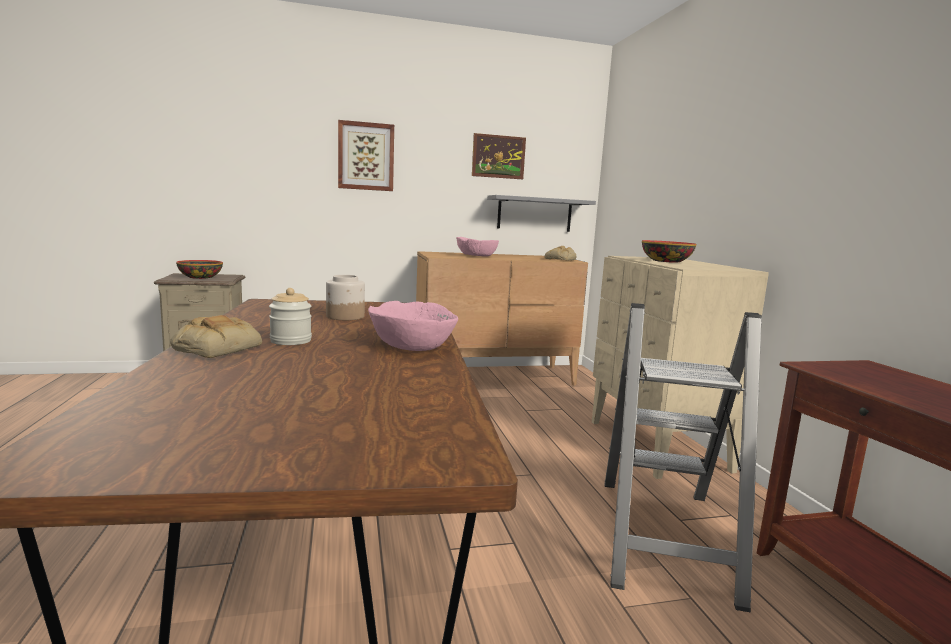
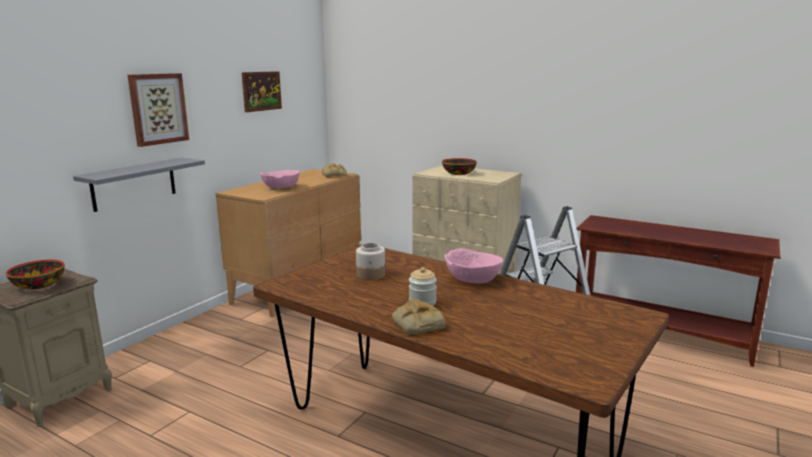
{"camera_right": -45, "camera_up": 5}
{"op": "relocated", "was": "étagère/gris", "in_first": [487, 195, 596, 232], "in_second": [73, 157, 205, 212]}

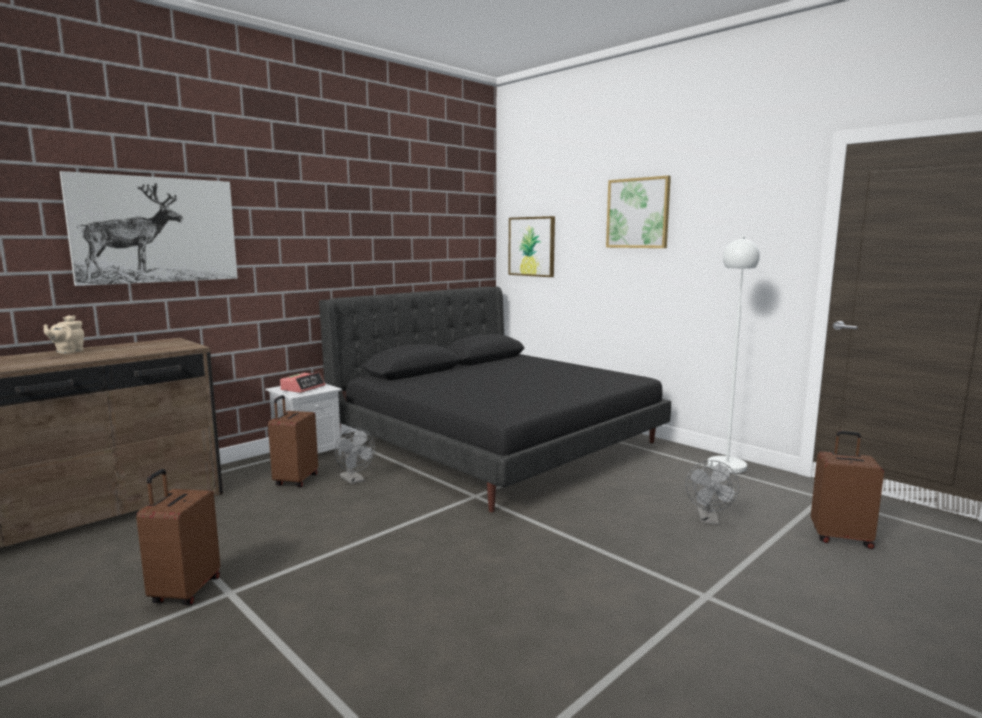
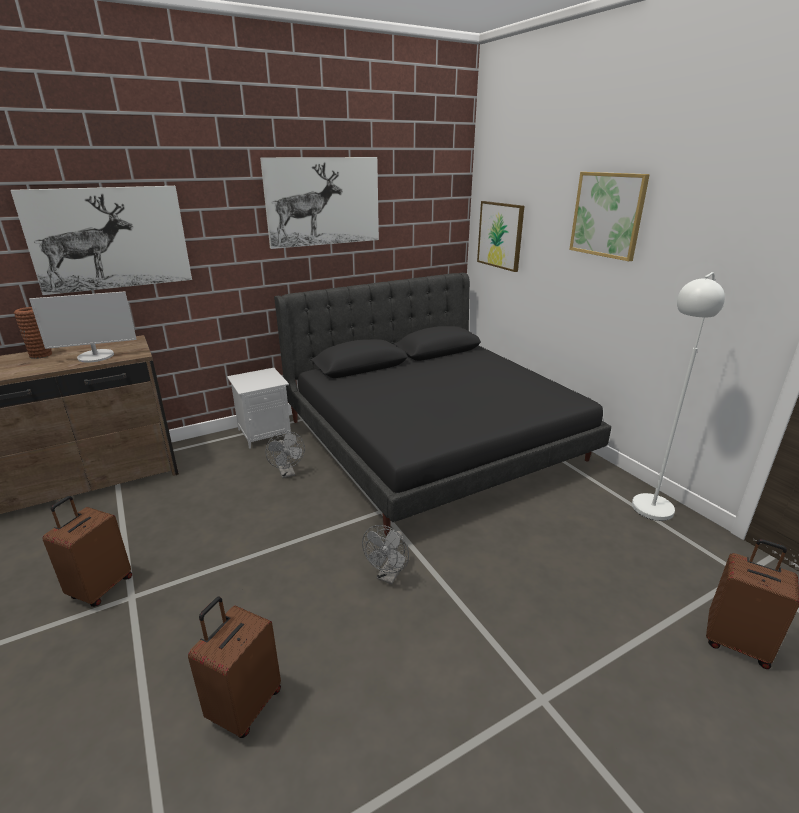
{"camera_right": 15, "camera_up": 15}
{"op": "exchanged", "was": "théière/beige", "now": "vase/marron", "in_first": [43, 315, 84, 354], "in_second": [14, 307, 52, 359]}
{"op": "missing", "was": "réveil", "in_first": [280, 372, 325, 393]}
{"op": "relocated", "was": "valise/marron", "in_first": [268, 395, 318, 487], "in_second": [188, 597, 281, 738]}
{"op": "relocated", "was": "ventilateur/gris", "in_first": [686, 460, 739, 525], "in_second": [362, 525, 409, 584]}
{"op": "appeared", "now": "tableau", "in_second": [260, 157, 379, 249]}
{"op": "appeared", "now": "écran d'ordinateur", "in_second": [29, 292, 137, 363]}

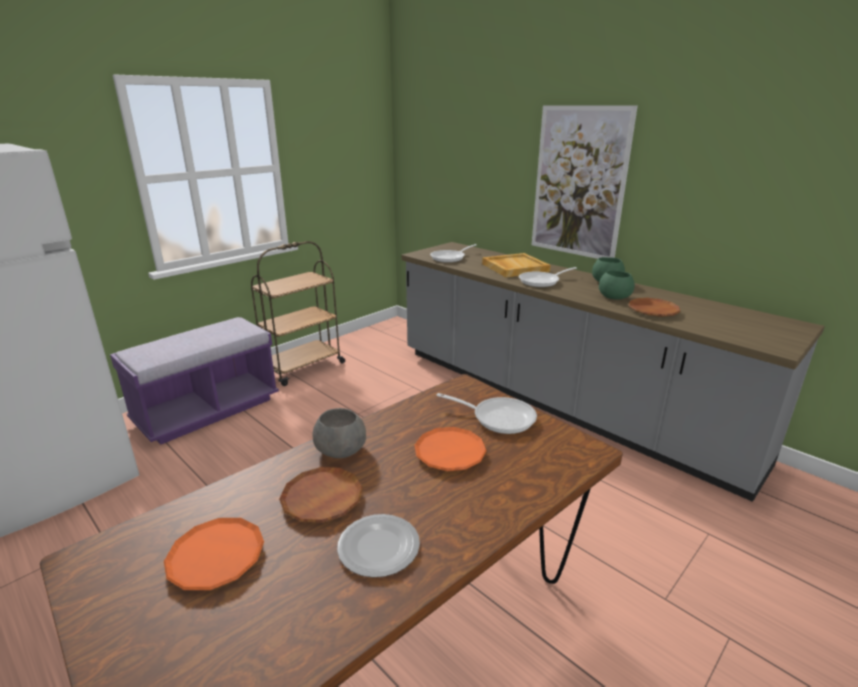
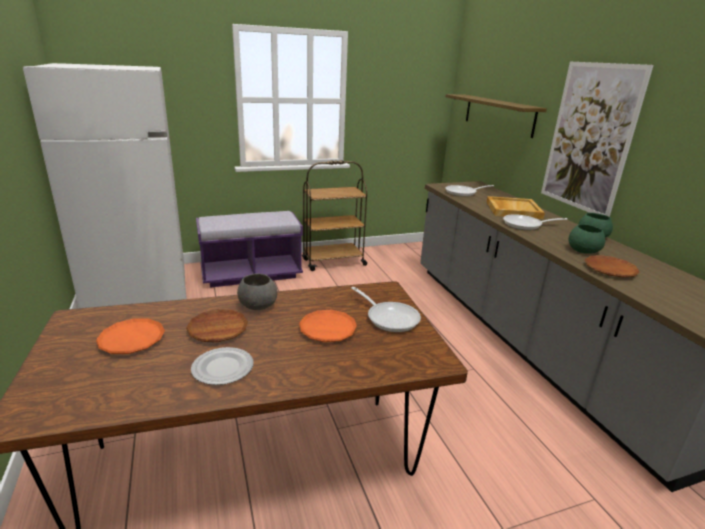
{"camera_right": 25, "camera_up": 0}
{"op": "appeared", "now": "étagère", "in_second": [446, 94, 547, 138]}

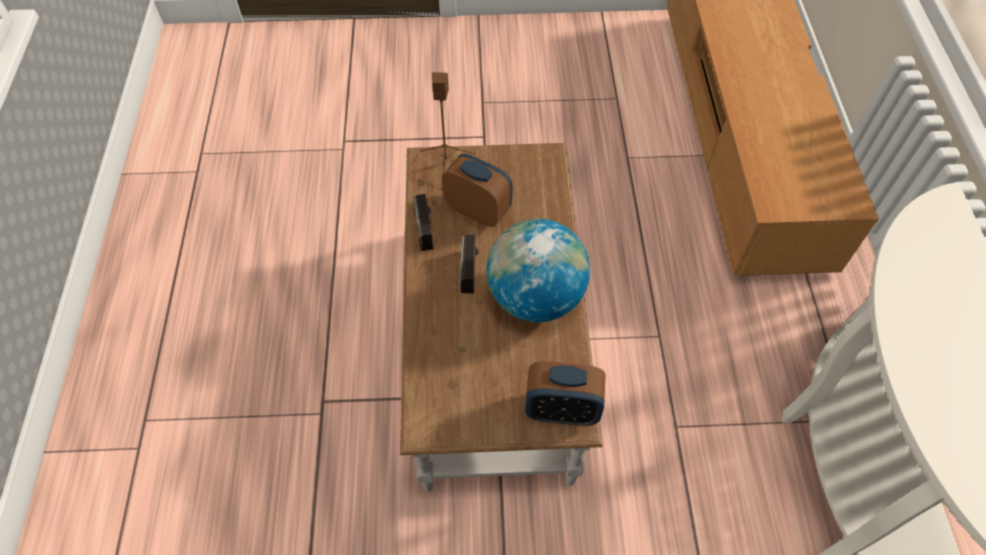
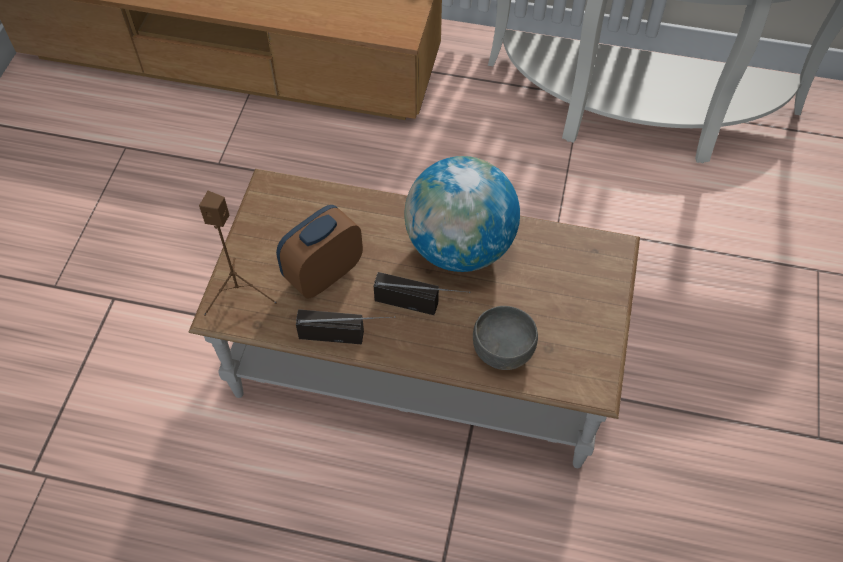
{"camera_right": -75, "camera_up": 0}
{"op": "missing", "was": "réveil", "in_first": [525, 361, 606, 426]}
{"op": "appeared", "now": "bol/gris", "in_second": [473, 306, 538, 370]}

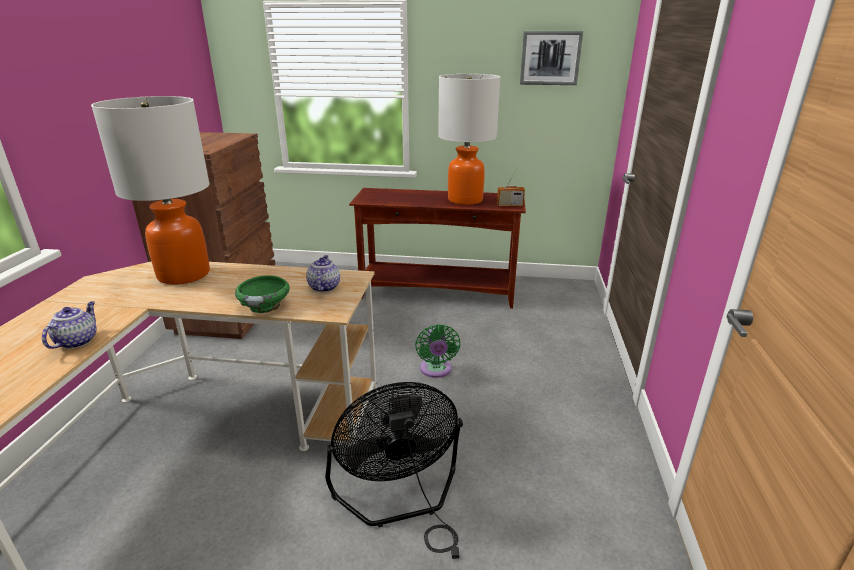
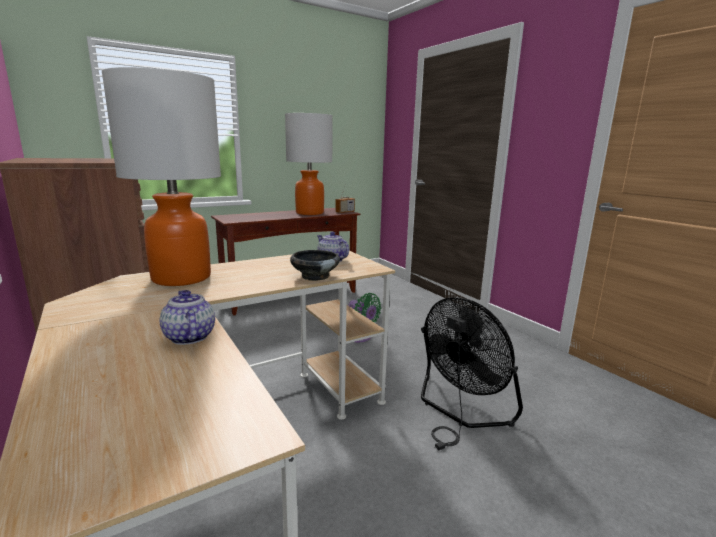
{"camera_right": -40, "camera_up": -10}
{"op": "missing", "was": "tableau", "in_first": [520, 31, 583, 85]}
{"op": "colour", "was": "bol/vert", "now": "bol/noir", "in_first": [235, 275, 290, 313], "in_second": [290, 250, 340, 281]}
{"op": "spun", "was": "ventilateur/noir", "in_first": [325, 382, 463, 559], "in_second": [421, 297, 523, 450], "clockwise": 105}

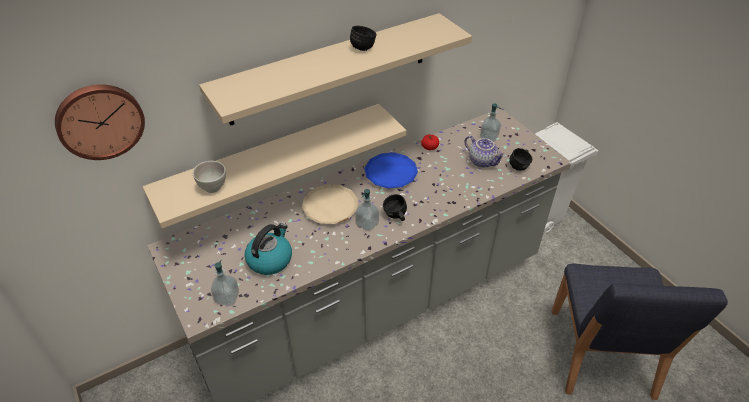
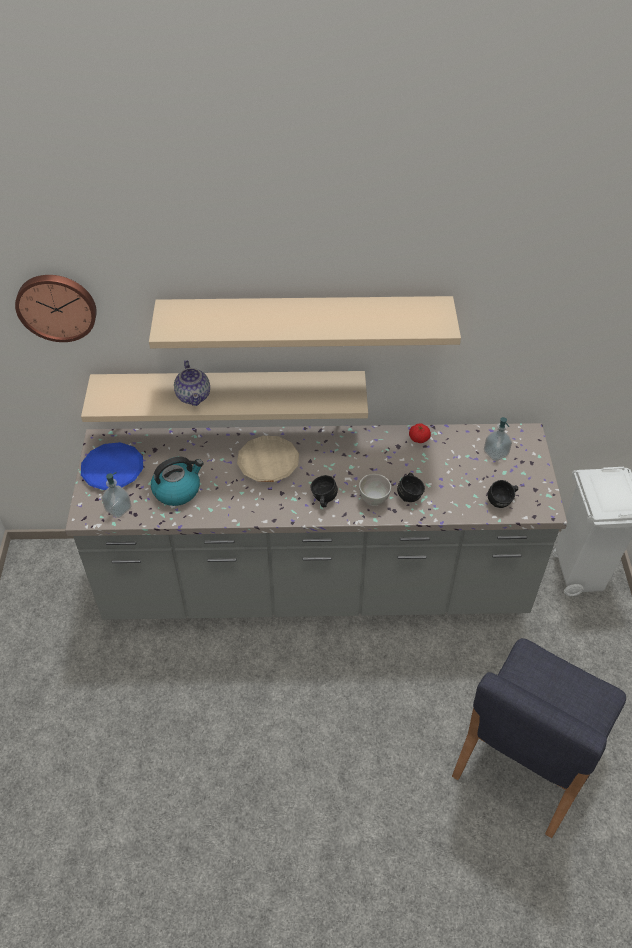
{"camera_right": 30, "camera_up": 5}
{"op": "relocated", "was": "mug/noir", "in_first": [350, 26, 377, 51], "in_second": [397, 473, 425, 502]}
{"op": "relocated", "was": "théière", "in_first": [464, 136, 505, 168], "in_second": [174, 360, 210, 406]}
{"op": "relocated", "was": "assiette/bleu", "in_first": [365, 152, 418, 189], "in_second": [81, 442, 143, 490]}
{"op": "relocated", "was": "bol/blanc", "in_first": [193, 161, 226, 193], "in_second": [359, 474, 391, 506]}
{"op": "missing", "was": "distributeur de savon", "in_first": [355, 189, 379, 231]}

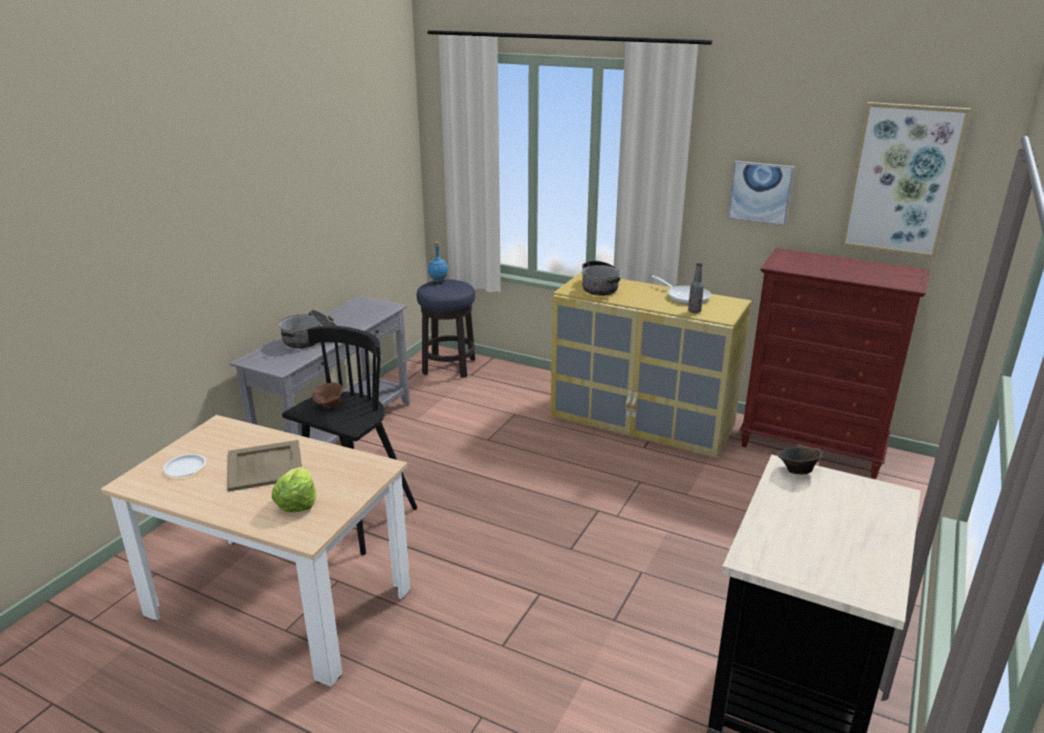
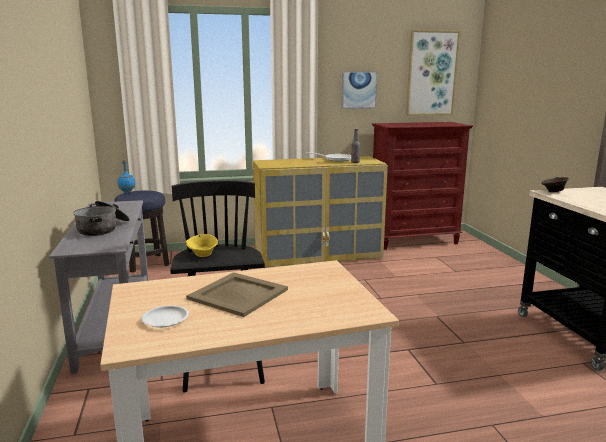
{"camera_right": -40, "camera_up": -10}
{"op": "missing", "was": "marmite", "in_first": [582, 261, 620, 296]}
{"op": "colour", "was": "bol/marron", "now": "bol/jaune", "in_first": [312, 383, 343, 408], "in_second": [186, 234, 218, 257]}
{"op": "missing", "was": "laitue", "in_first": [272, 467, 317, 512]}

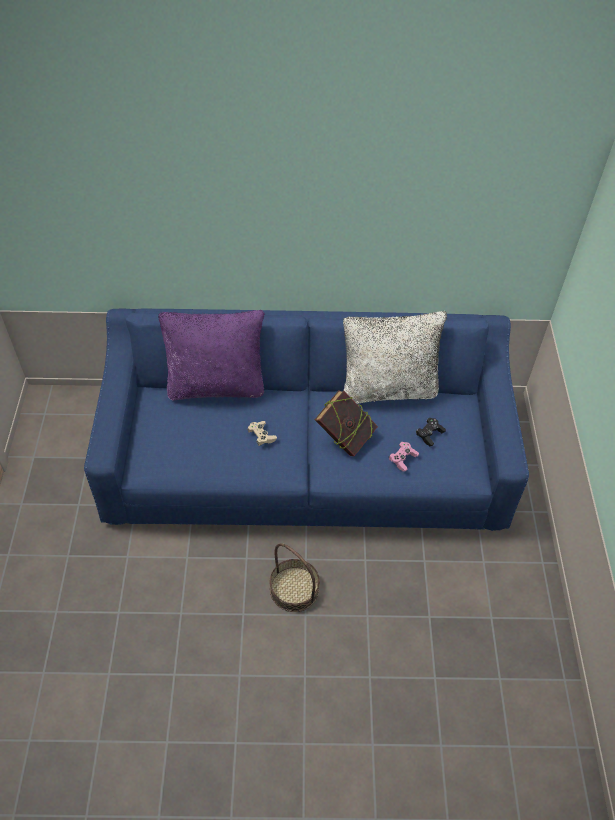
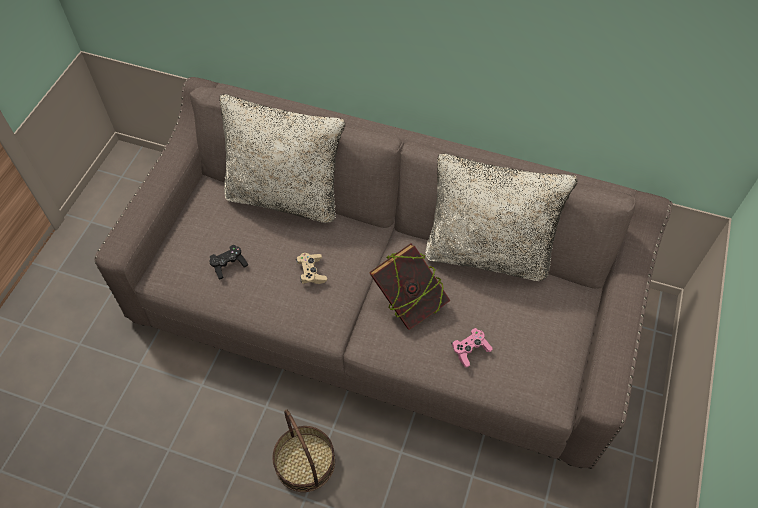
{"camera_right": 20, "camera_up": 5}
{"op": "colour", "was": "canapé/bleu", "now": "canapé/marron", "in_first": [84, 309, 529, 531], "in_second": [95, 77, 672, 469]}
{"op": "colour", "was": "coussin/violet", "now": "coussin/beige", "in_first": [158, 309, 265, 400], "in_second": [219, 94, 346, 223]}
{"op": "relocated", "was": "manette/noir", "in_first": [416, 418, 446, 446], "in_second": [209, 245, 248, 279]}

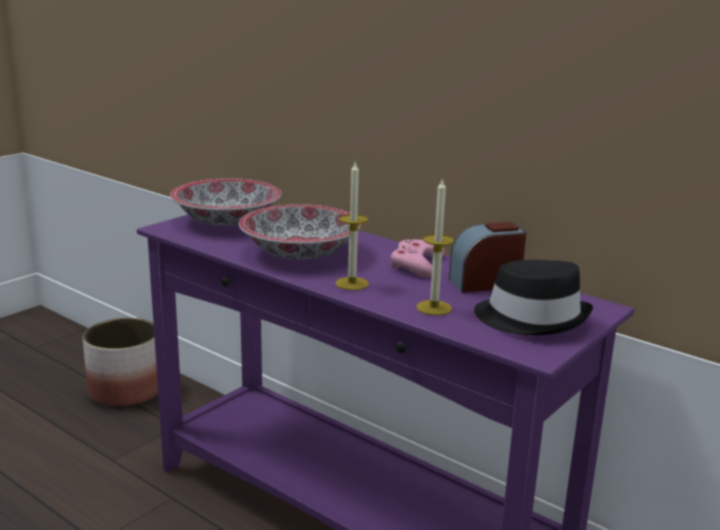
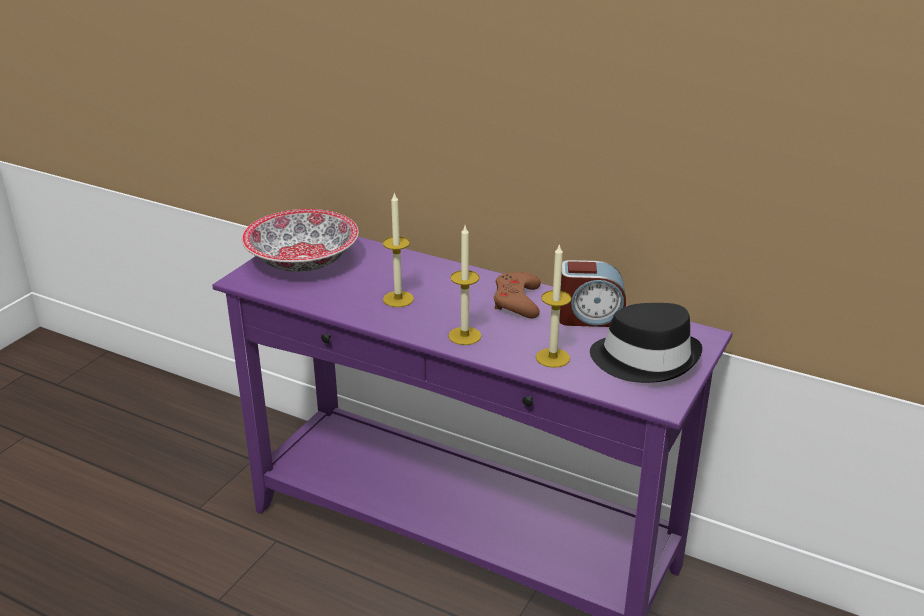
{"camera_right": -10, "camera_up": 10}
{"op": "exchanged", "was": "bol", "now": "bougie", "in_first": [239, 204, 361, 259], "in_second": [383, 192, 414, 307]}
{"op": "spun", "was": "réveil", "in_first": [449, 222, 526, 293], "in_second": [559, 260, 626, 327], "clockwise": -150}
{"op": "colour", "was": "manette/rose", "now": "manette/marron", "in_first": [391, 239, 445, 278], "in_second": [494, 272, 541, 319]}
{"op": "missing", "was": "cache-pot", "in_first": [83, 318, 158, 407]}

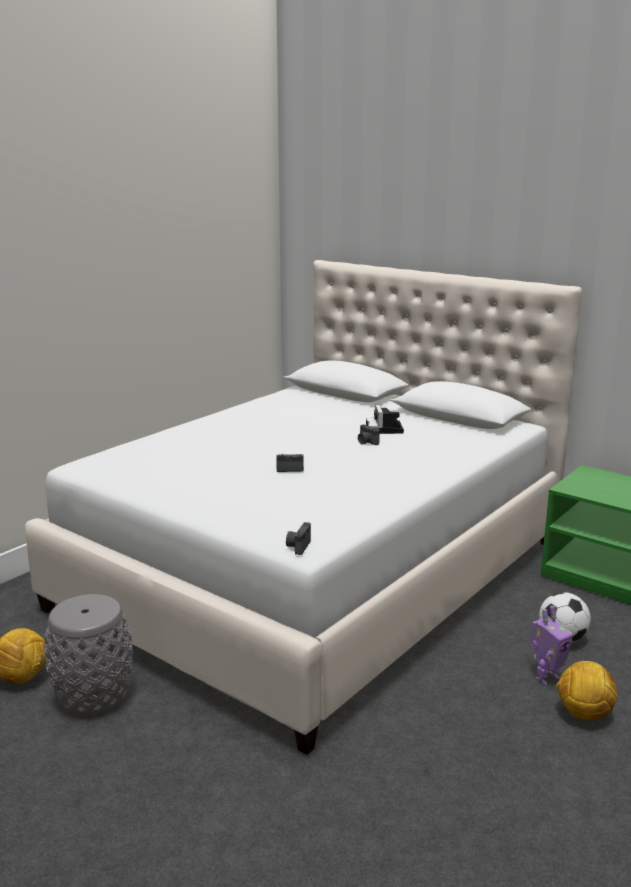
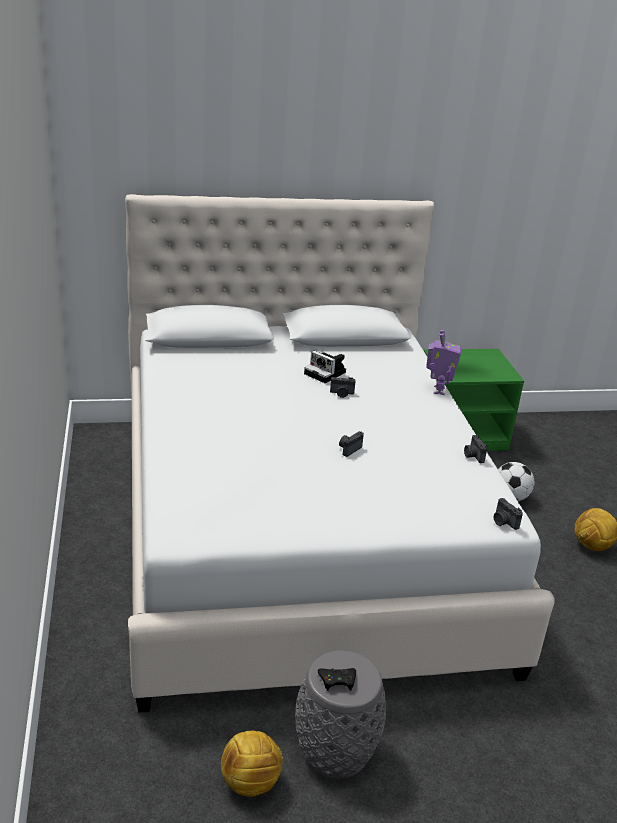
{"camera_right": -50, "camera_up": 10}
{"op": "relocated", "was": "robot jouet", "in_first": [530, 606, 573, 685], "in_second": [426, 330, 461, 395]}
{"op": "appeared", "now": "appareil photo", "in_second": [464, 435, 487, 463]}
{"op": "appeared", "now": "manette/noir", "in_second": [318, 668, 356, 691]}

